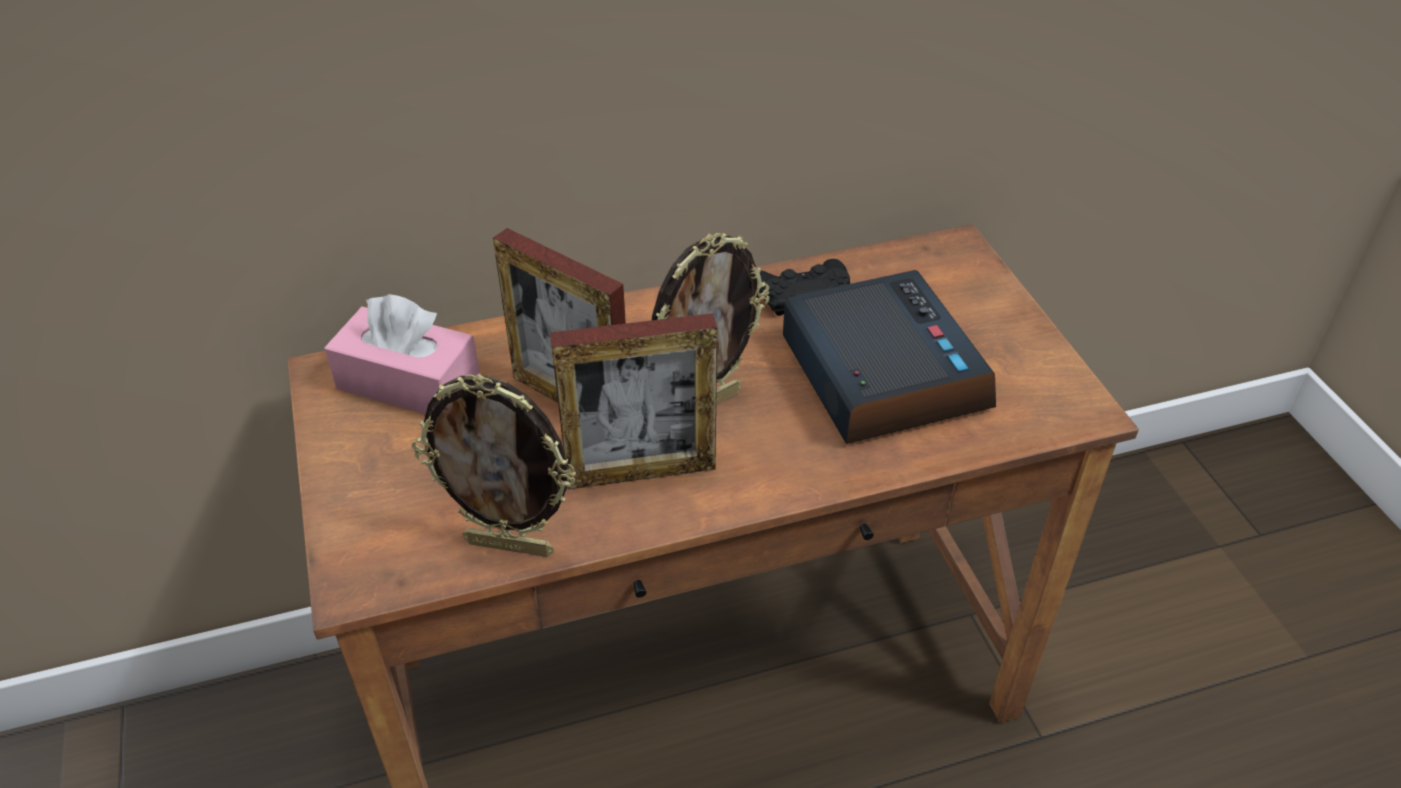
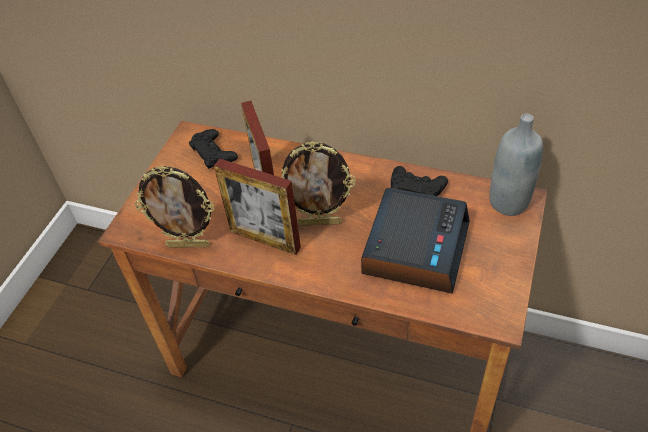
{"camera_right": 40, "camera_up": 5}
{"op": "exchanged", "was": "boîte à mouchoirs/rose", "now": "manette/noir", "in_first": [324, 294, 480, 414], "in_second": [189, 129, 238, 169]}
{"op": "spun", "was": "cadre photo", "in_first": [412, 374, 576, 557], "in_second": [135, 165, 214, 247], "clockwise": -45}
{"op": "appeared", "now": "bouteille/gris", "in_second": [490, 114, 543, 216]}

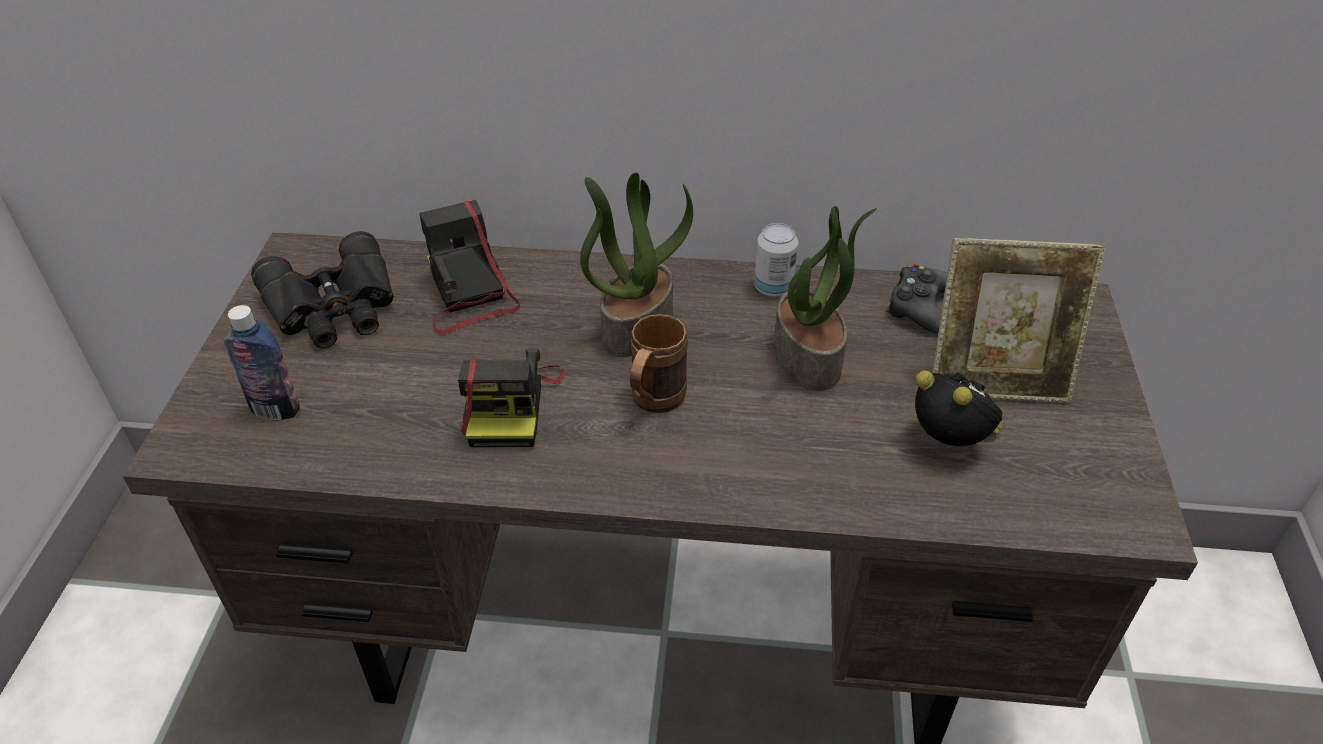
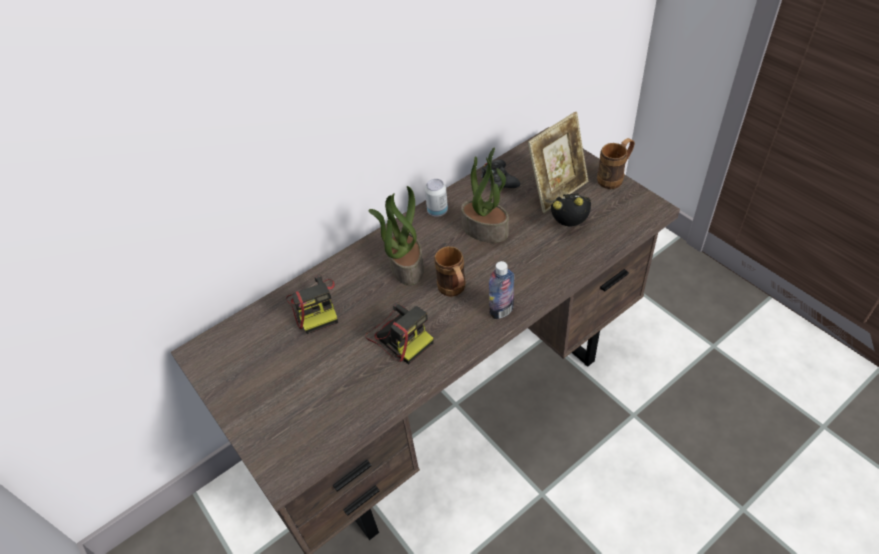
{"camera_right": -40, "camera_up": 5}
{"op": "spun", "was": "appareil photo", "in_first": [420, 200, 520, 334], "in_second": [286, 275, 338, 334], "clockwise": -135}
{"op": "missing", "was": "jumelles/noir", "in_first": [251, 231, 394, 348]}
{"op": "relocated", "was": "bouteille", "in_first": [224, 305, 300, 420], "in_second": [489, 261, 514, 319]}
{"op": "appeared", "now": "mug/marron", "in_second": [597, 138, 635, 189]}

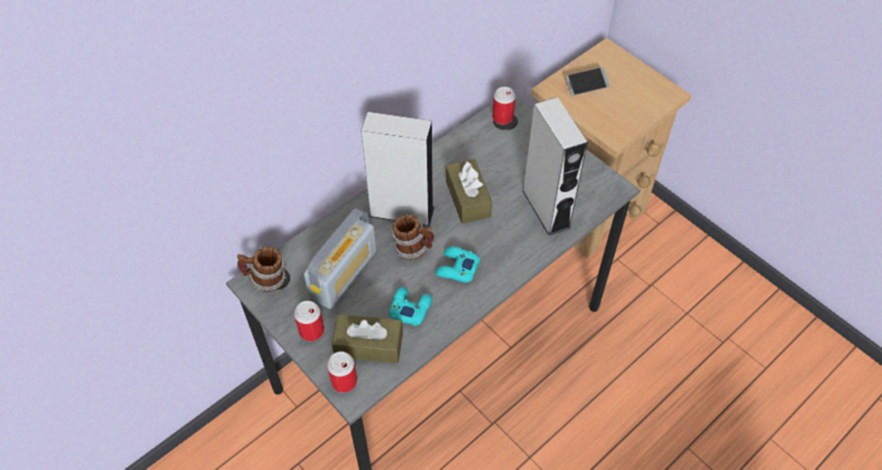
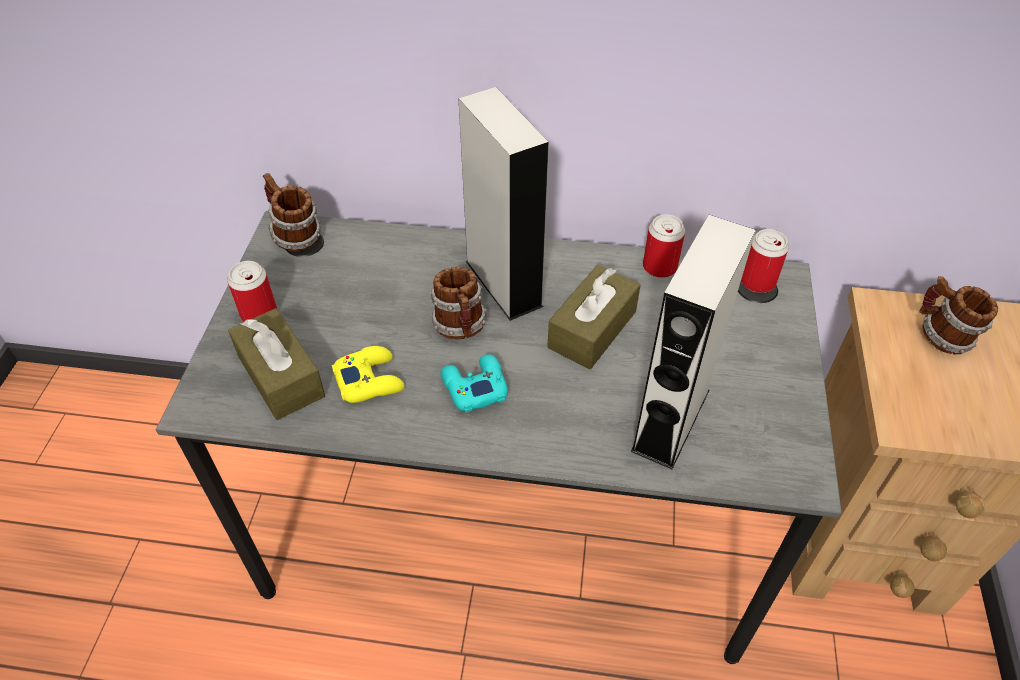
{"camera_right": 50, "camera_up": -5}
{"op": "exchanged", "was": "téléphone", "now": "mug", "in_first": [565, 67, 610, 96], "in_second": [919, 276, 998, 354]}
{"op": "missing", "was": "radio", "in_first": [304, 208, 376, 309]}
{"op": "colour", "was": "manette/turquoise", "now": "manette/jaune", "in_first": [389, 287, 432, 326], "in_second": [332, 346, 405, 403]}
{"op": "relocated", "was": "boîte métallique", "in_first": [327, 351, 357, 393], "in_second": [643, 214, 685, 278]}

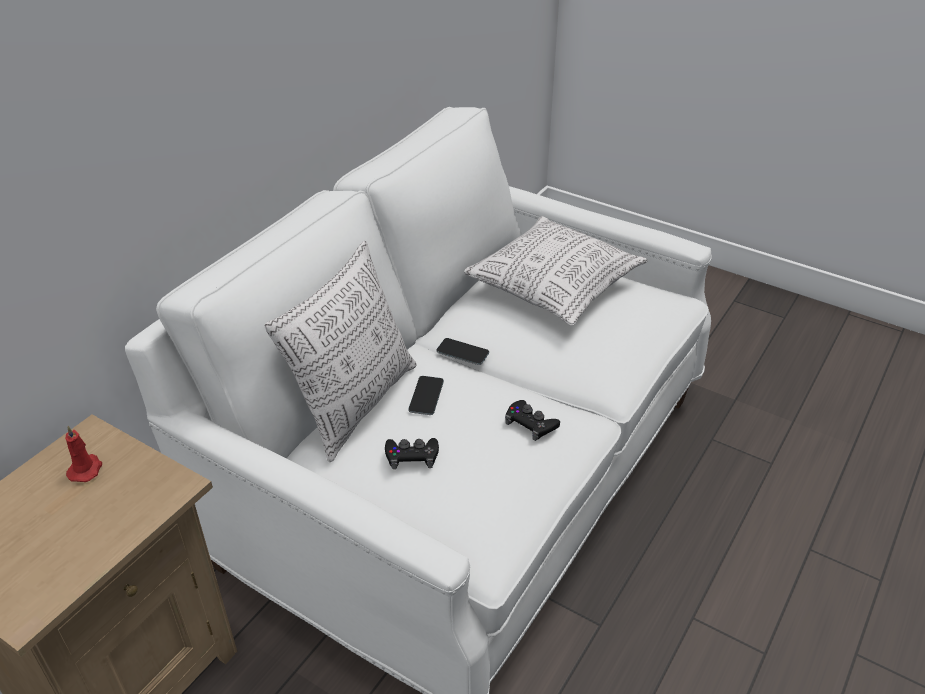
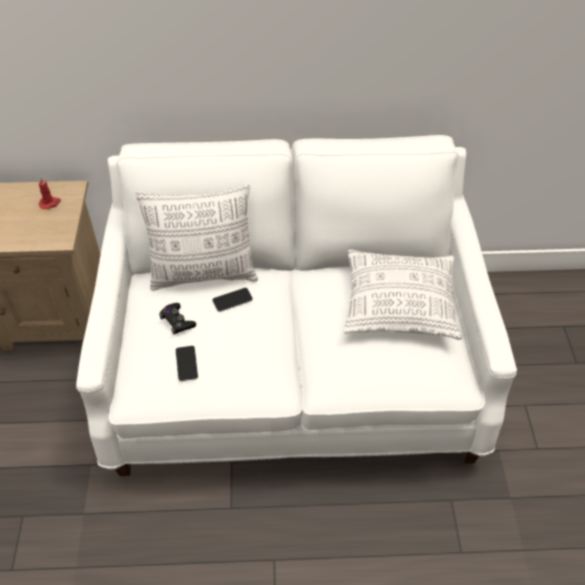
{"camera_right": 55, "camera_up": 10}
{"op": "relocated", "was": "téléphone", "in_first": [436, 338, 489, 365], "in_second": [176, 346, 198, 381]}
{"op": "missing", "was": "manette/noir", "in_first": [505, 400, 560, 441]}

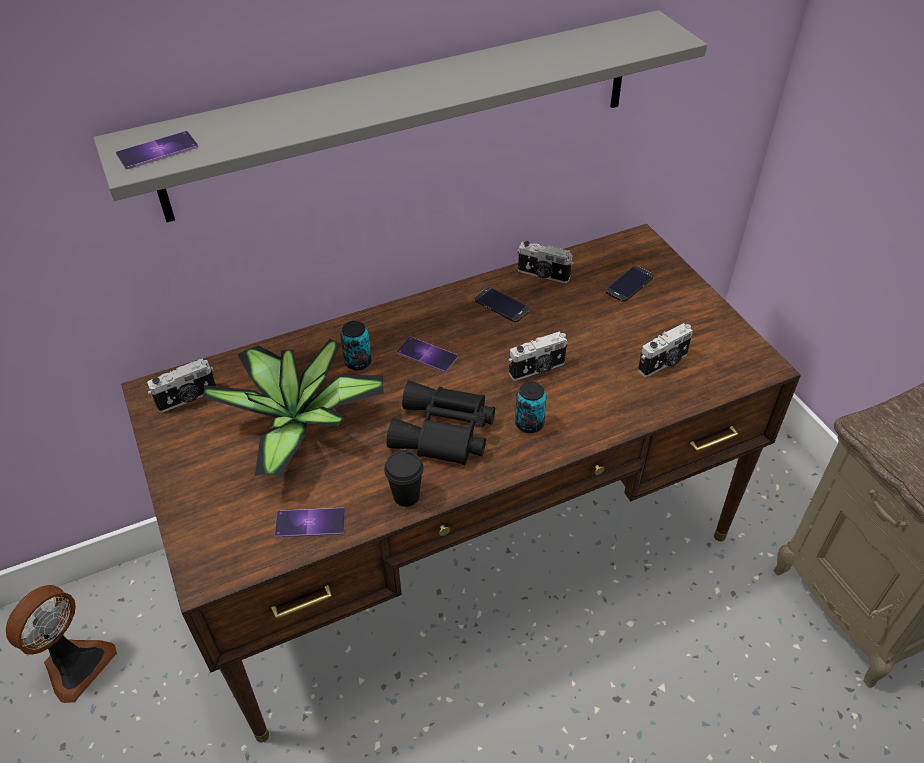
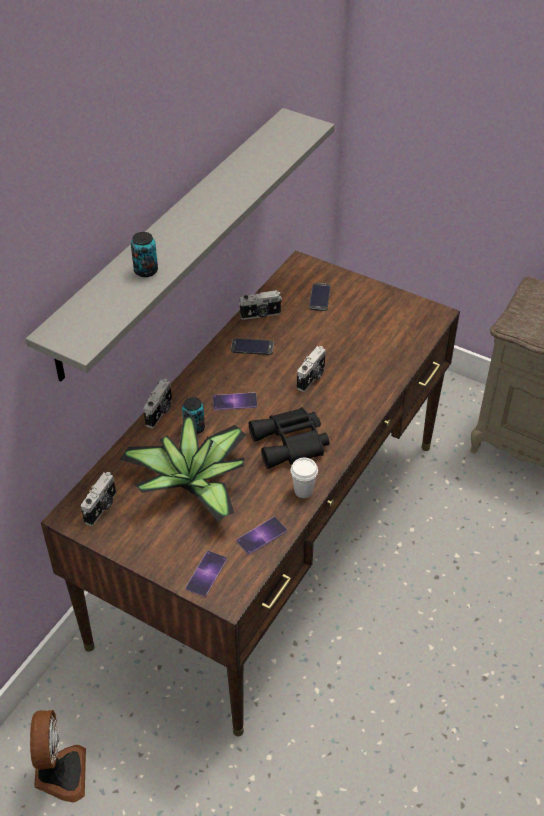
{"camera_right": -35, "camera_up": 0}
{"op": "relocated", "was": "téléphone", "in_first": [116, 131, 198, 169], "in_second": [185, 551, 227, 597]}
{"op": "relocated", "was": "appareil photo", "in_first": [638, 323, 693, 377], "in_second": [143, 379, 172, 428]}
{"op": "relocated", "was": "boîte métallique", "in_first": [515, 381, 547, 433], "in_second": [131, 232, 158, 277]}
{"op": "colour", "was": "tasse/noir", "now": "tasse/blanc", "in_first": [384, 450, 424, 507], "in_second": [291, 458, 318, 498]}

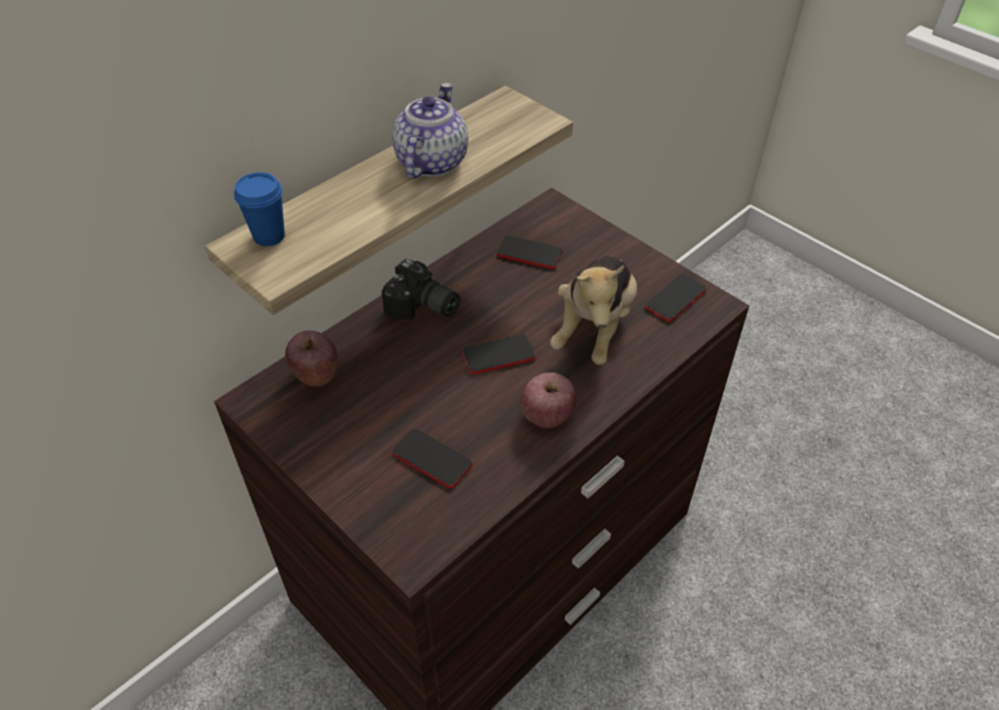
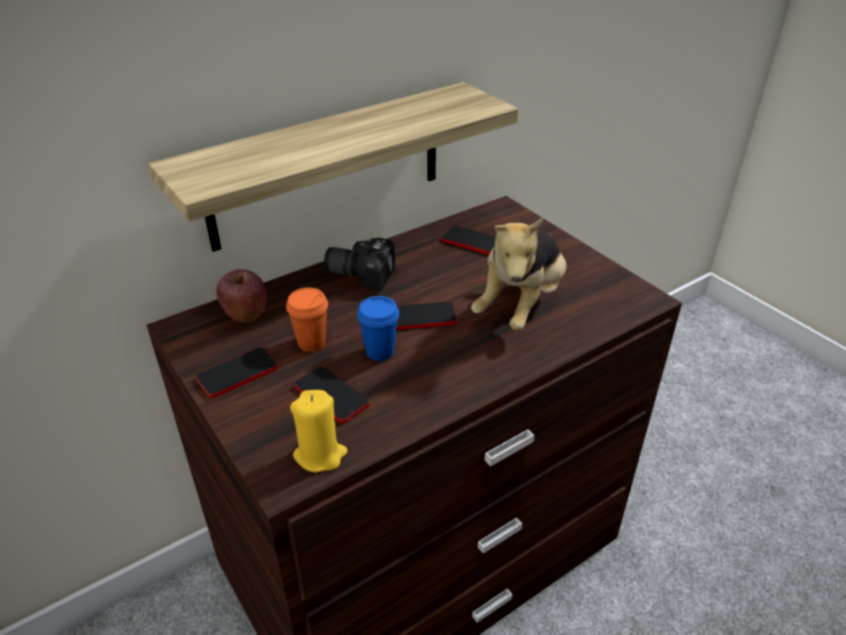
{"camera_right": 10, "camera_up": -10}
{"op": "missing", "was": "théière", "in_first": [392, 83, 468, 179]}
{"op": "relocated", "was": "tasse/bleu", "in_first": [234, 172, 285, 246], "in_second": [357, 296, 399, 361]}
{"op": "spun", "was": "appareil photo", "in_first": [381, 259, 461, 320], "in_second": [324, 238, 395, 291], "clockwise": 150}
{"op": "relocated", "was": "téléphone", "in_first": [645, 274, 706, 322], "in_second": [196, 347, 278, 398]}
{"op": "missing", "was": "pomme", "in_first": [520, 372, 577, 428]}
{"op": "appeared", "now": "tasse/orange", "in_second": [286, 288, 328, 352]}
{"op": "appeared", "now": "bougie/jaune", "in_second": [290, 390, 348, 473]}

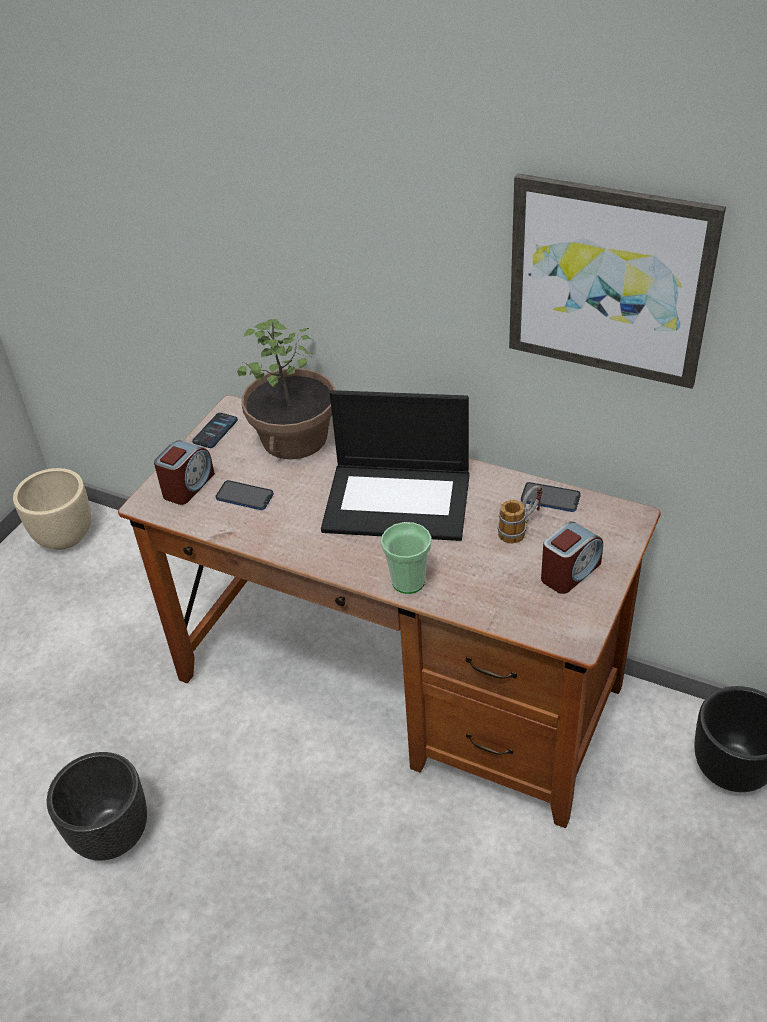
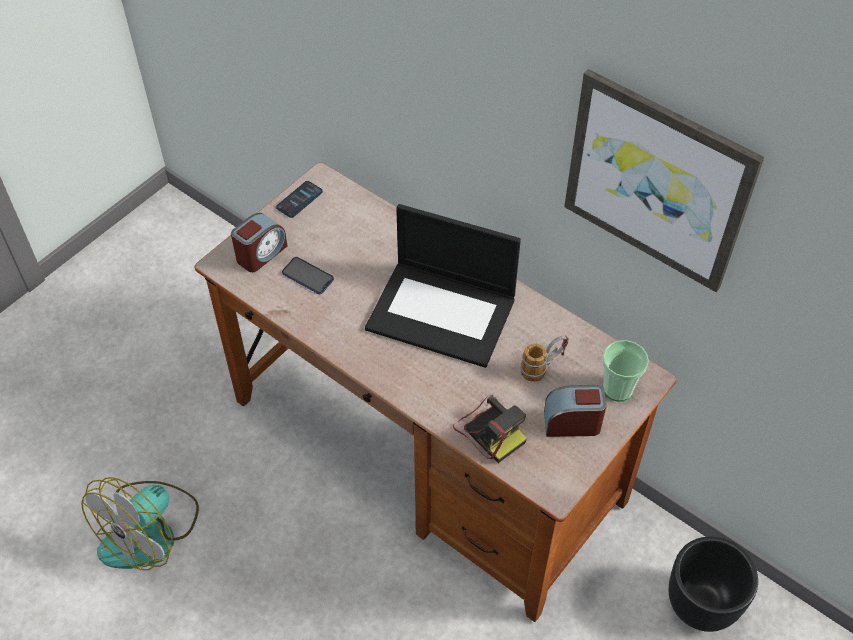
{"camera_right": 10, "camera_up": 10}
{"op": "missing", "was": "plante en pot", "in_first": [237, 319, 335, 460]}
{"op": "missing", "was": "cache-pot/beige", "in_first": [13, 468, 91, 550]}
{"op": "missing", "was": "téléphone", "in_first": [521, 482, 581, 512]}
{"op": "relocated", "was": "tasse", "in_first": [381, 522, 432, 594], "in_second": [602, 340, 649, 402]}
{"op": "spun", "was": "réveil", "in_first": [541, 522, 603, 594], "in_second": [544, 385, 607, 437], "clockwise": -150}
{"op": "exchanged", "was": "cache-pot/noir", "now": "ventilateur", "in_first": [47, 752, 147, 861], "in_second": [81, 477, 199, 570]}
{"op": "appeared", "now": "appareil photo", "in_second": [453, 395, 527, 463]}

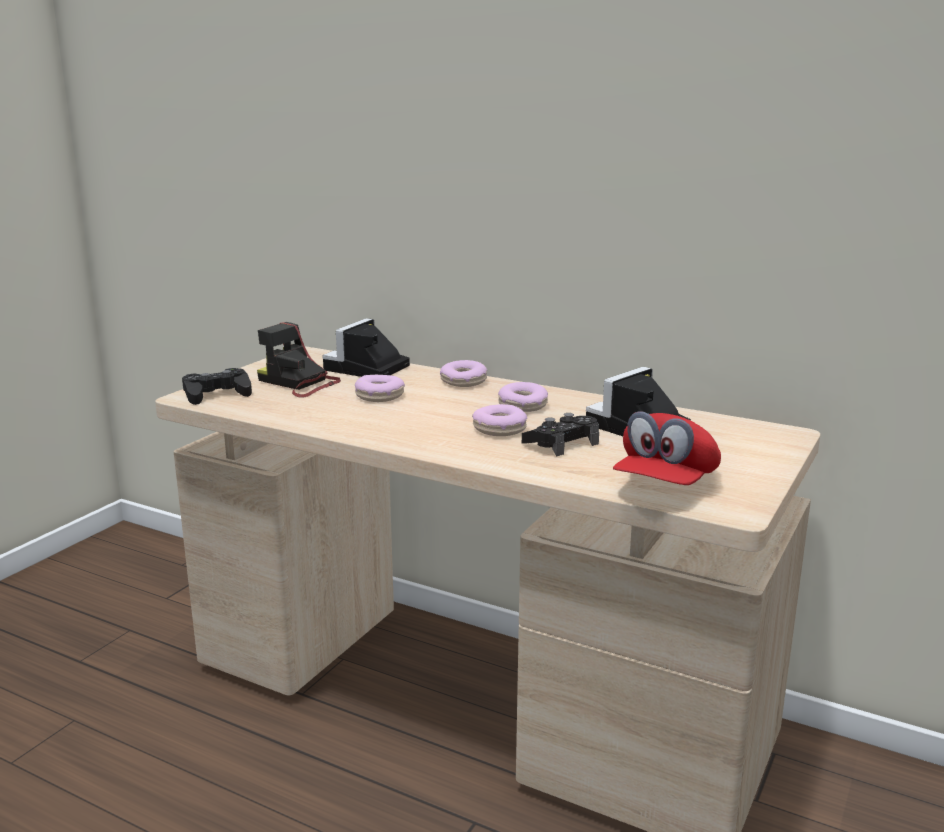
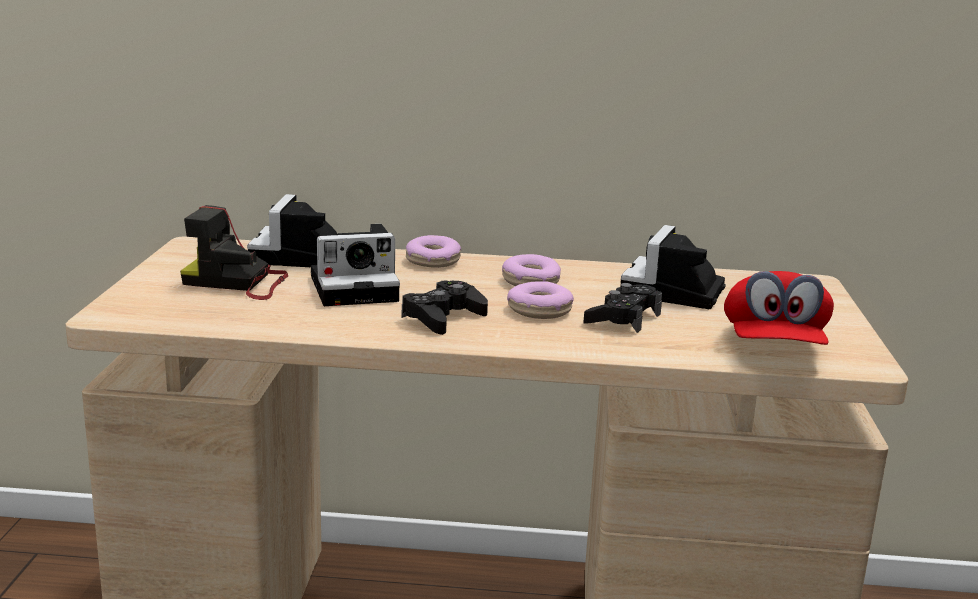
{"camera_right": -25, "camera_up": 0}
{"op": "relocated", "was": "manette/noir", "in_first": [182, 368, 252, 405], "in_second": [402, 280, 488, 335]}
{"op": "exchanged", "was": "beignet", "now": "appareil photo", "in_first": [355, 375, 405, 402], "in_second": [311, 224, 400, 306]}

